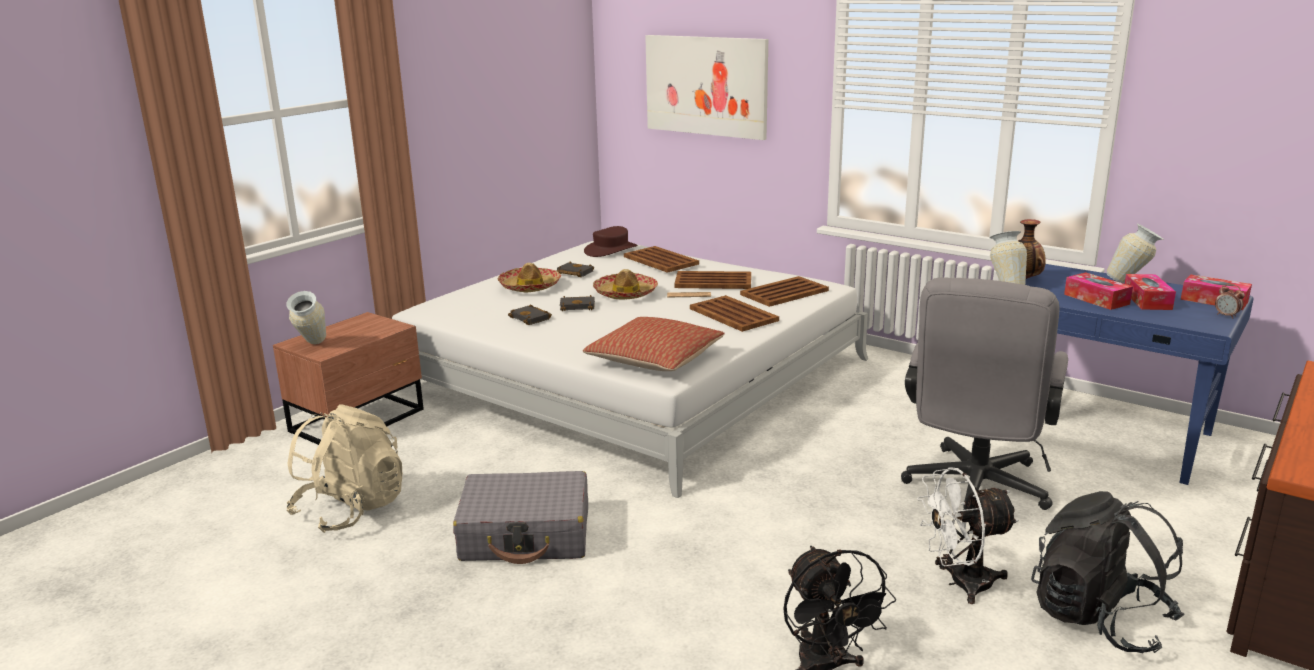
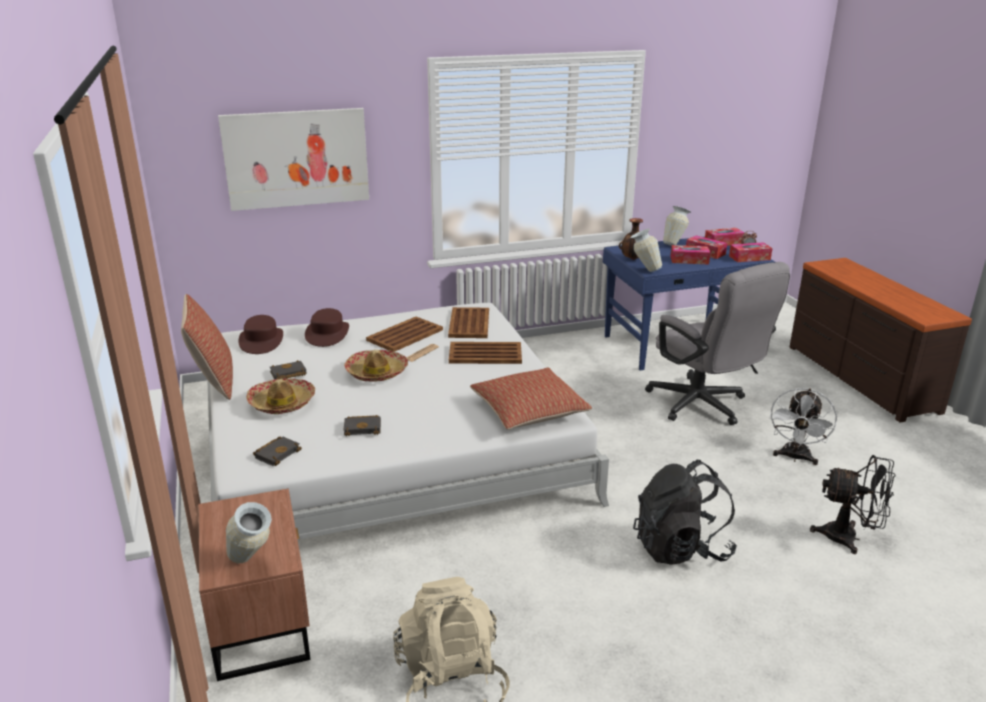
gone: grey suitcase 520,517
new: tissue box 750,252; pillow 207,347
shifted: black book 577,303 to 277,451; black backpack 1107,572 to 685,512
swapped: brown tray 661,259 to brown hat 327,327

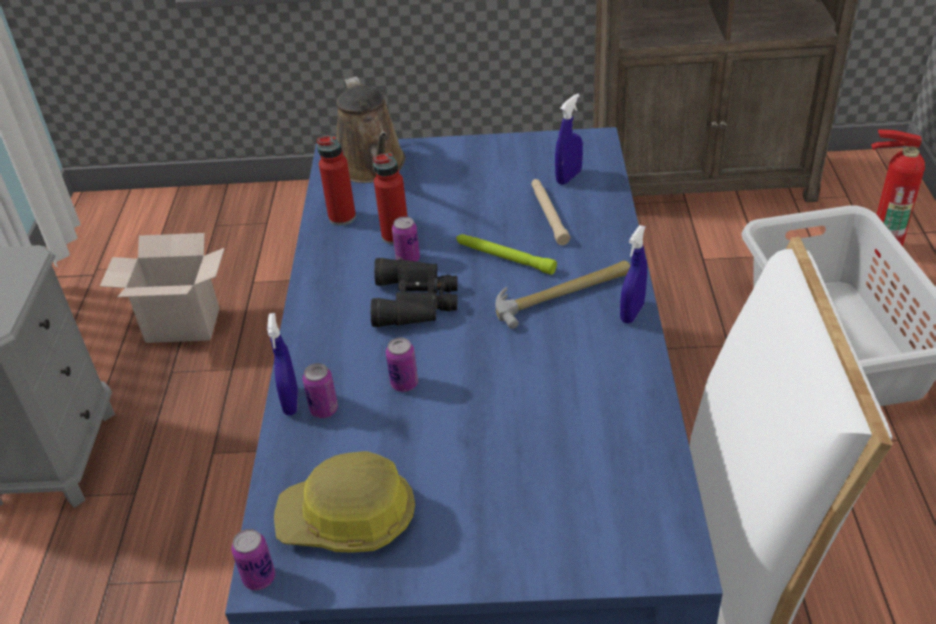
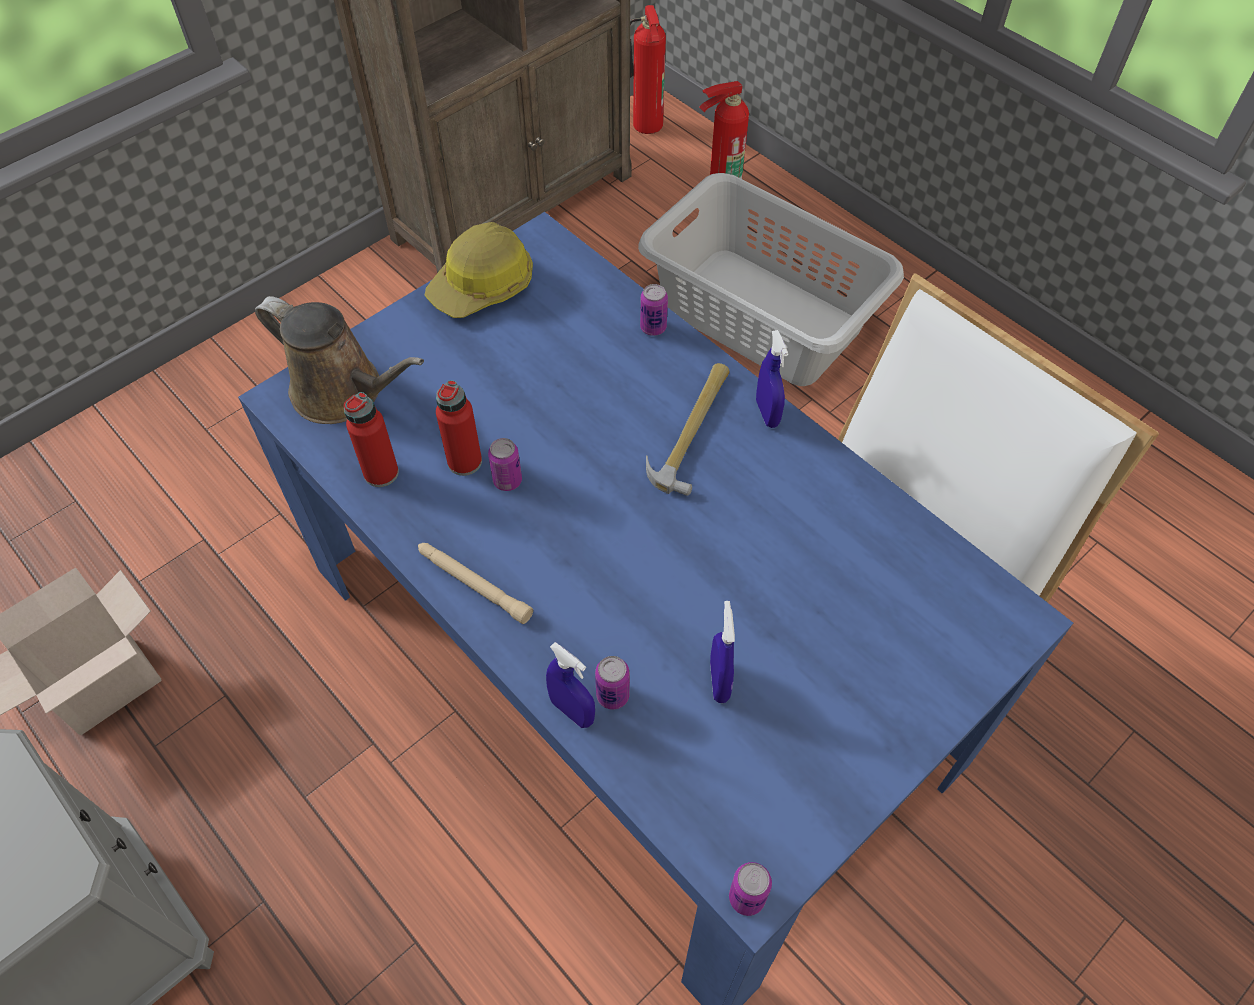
gone: green flashlight 506,254; black binoculars 414,292
new: fire extinguisher 648,69
shifted: blue spray bottle 569,139 to 722,652; beige flashlight 550,212 to 475,583; can 402,365 to 654,310; hard hat 344,502 to 479,270

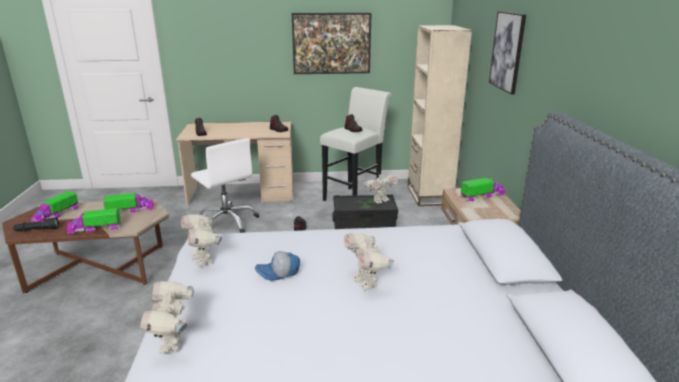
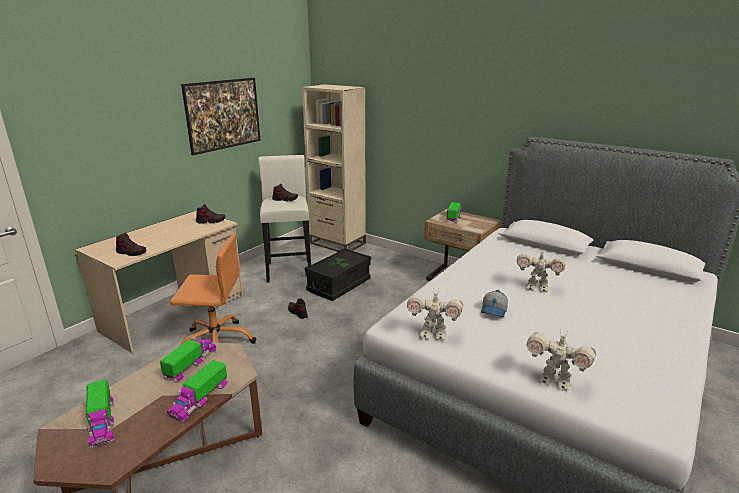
gone: picture 507,53; toy robot 380,188; black flashlight 36,225
repainted: white office chair 225,185 to orange office chair 213,289

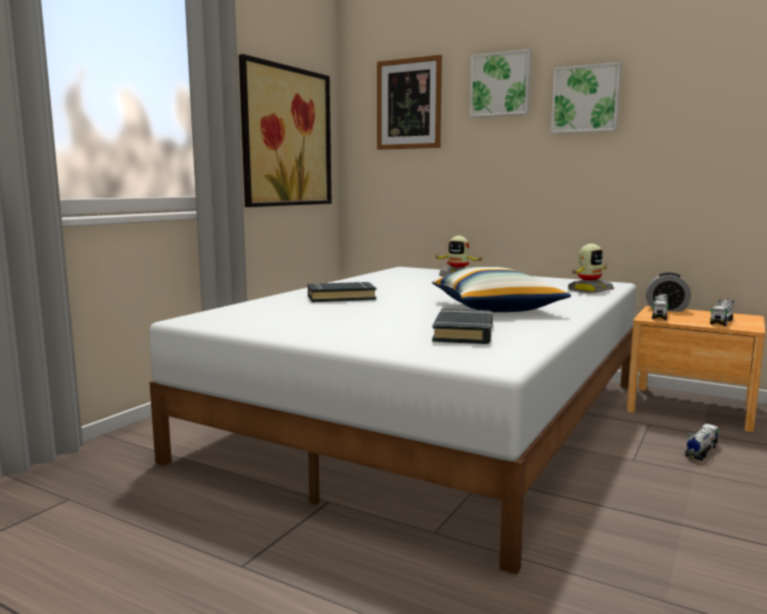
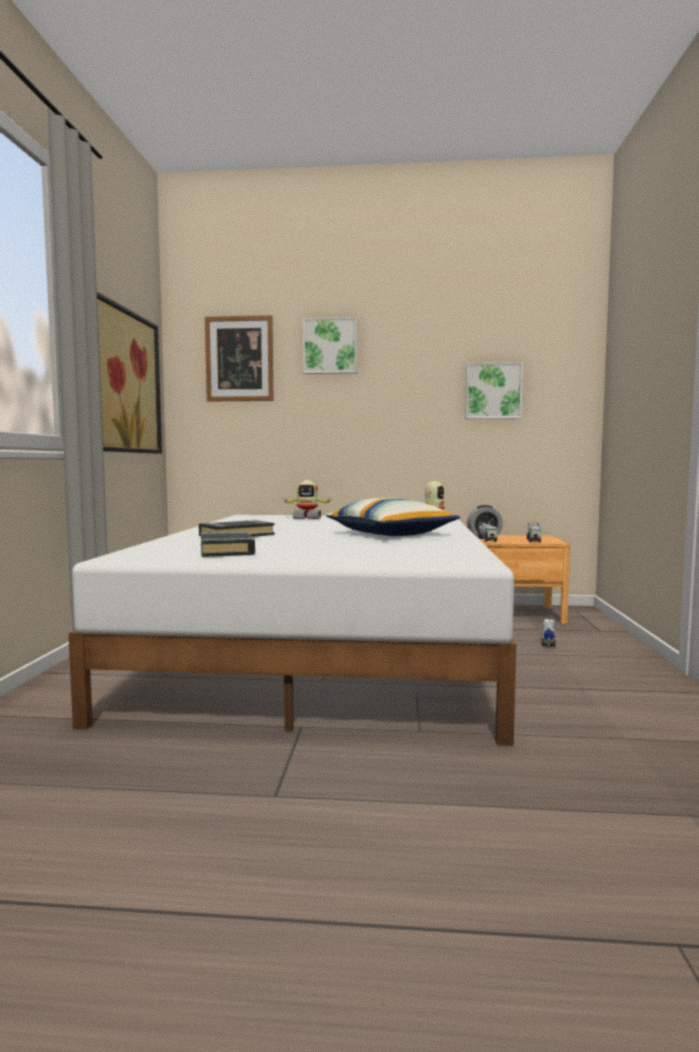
shifted: picture 586,98 to 494,390; black book 462,326 to 228,544

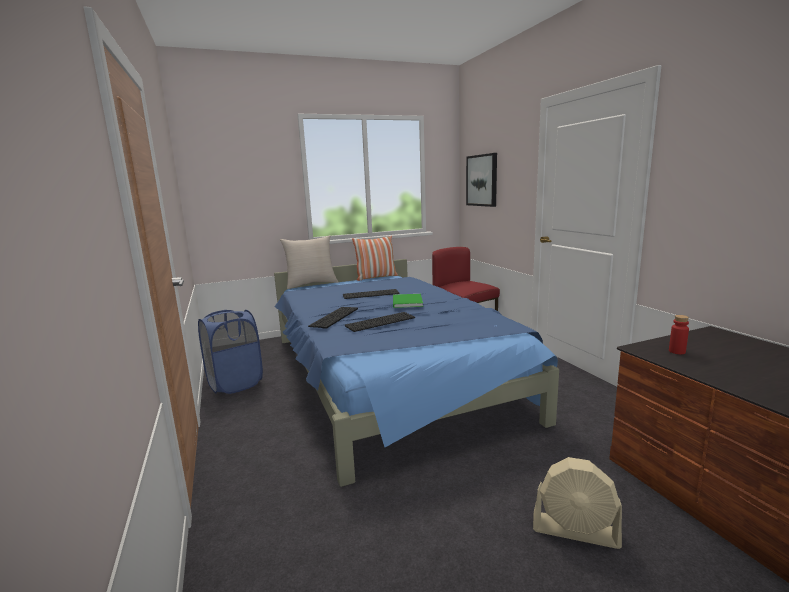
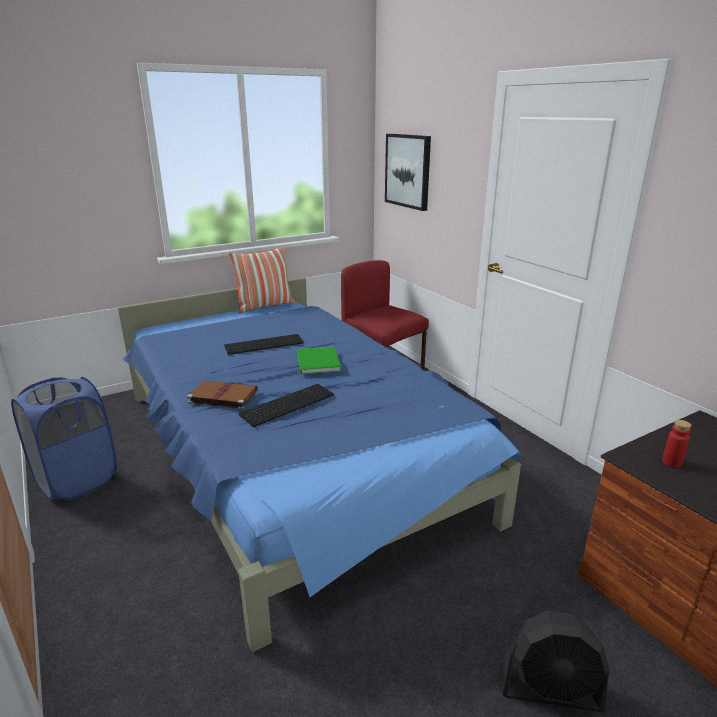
gone: beige pillow 309,262
swapped: keyboard 333,318 to brown book 222,395
repainted: beige fan 577,503 to black fan 554,661

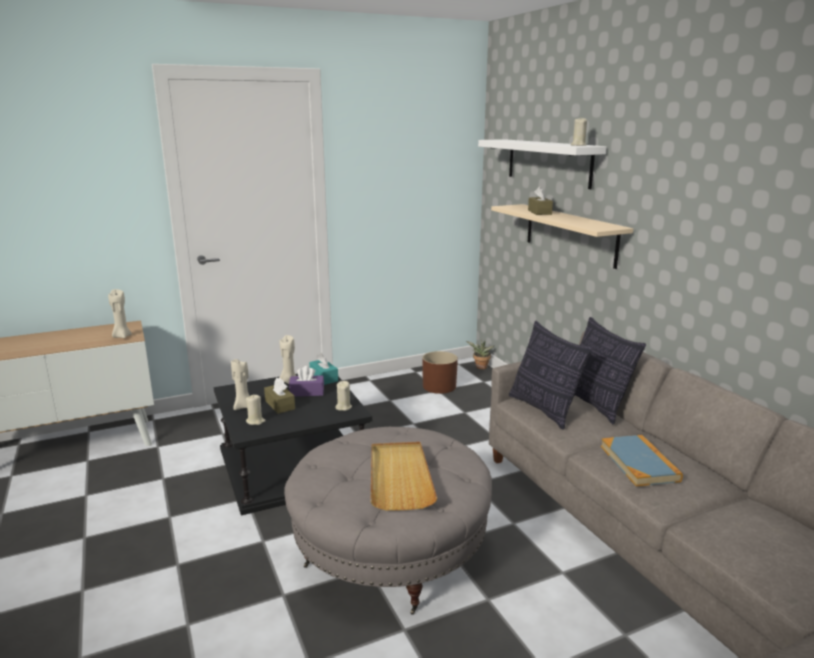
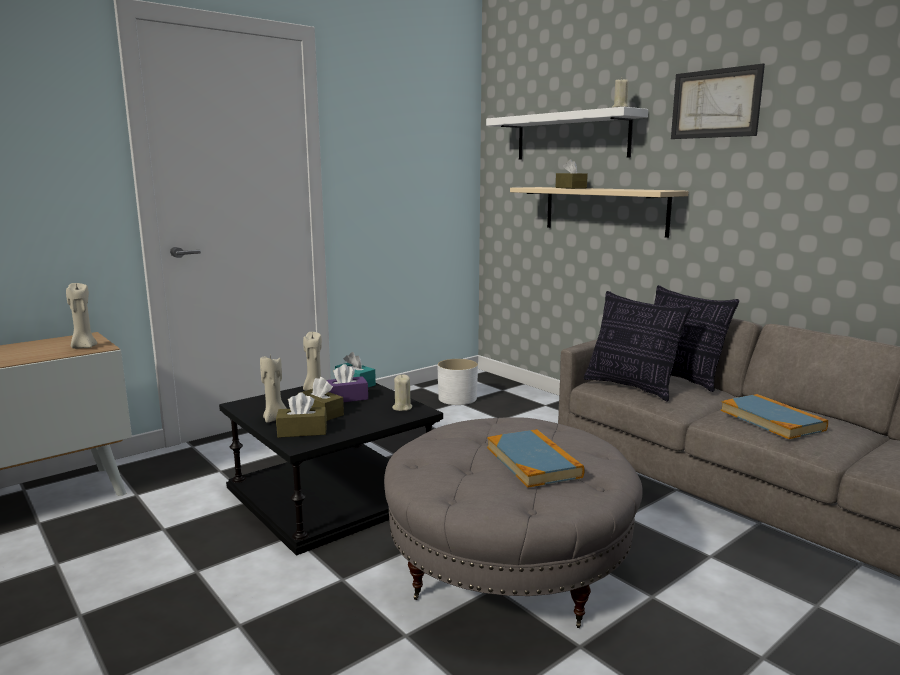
gone: potted plant 480,354
new: picture 718,101
swapped: beige candle 256,410 to brown tissue box 301,415; beige tray 404,476 to book 535,458
repainted: brown planter 440,372 to white planter 458,382

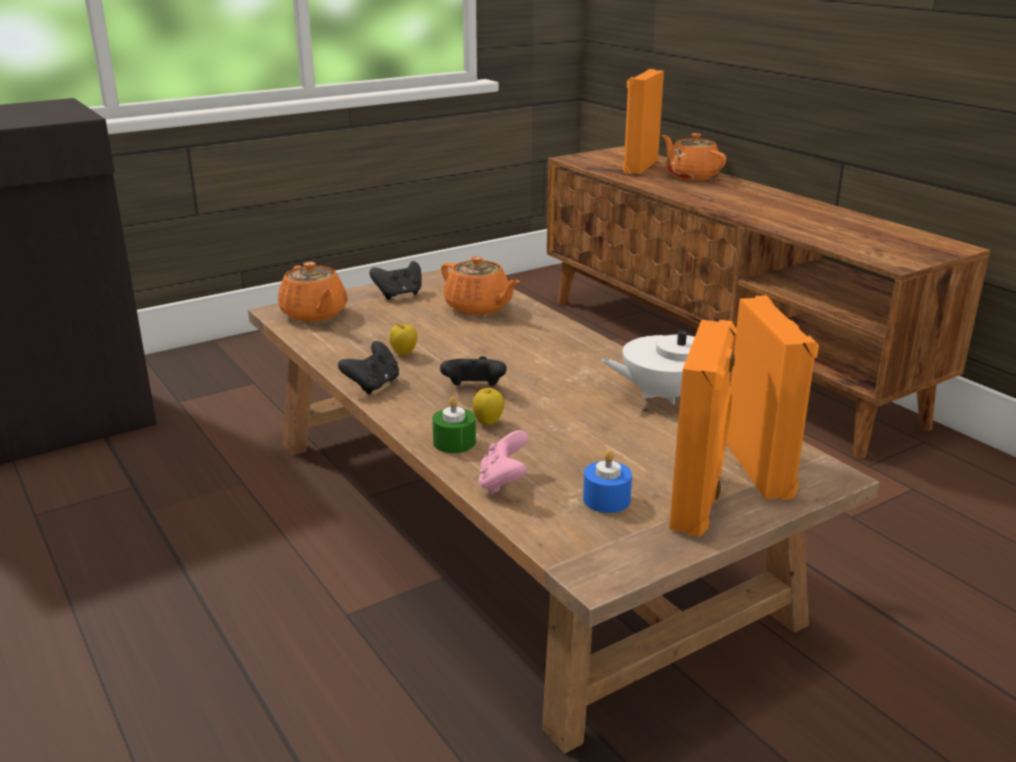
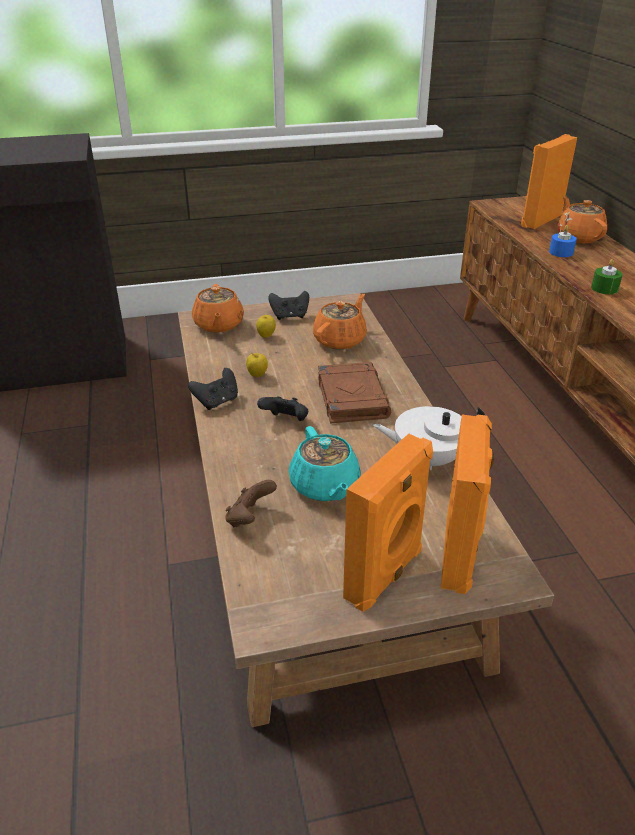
new: brown book 354,393; turquoise teapot 325,463
shifted: apple 488,406 to 266,326; green candle 454,424 to 607,276; blue candle 607,481 to 563,241
repainted: pink game controller 503,462 to brown game controller 251,503
rotated: orange teapot 480,285 = 340,321 120 degrees counterclockwise

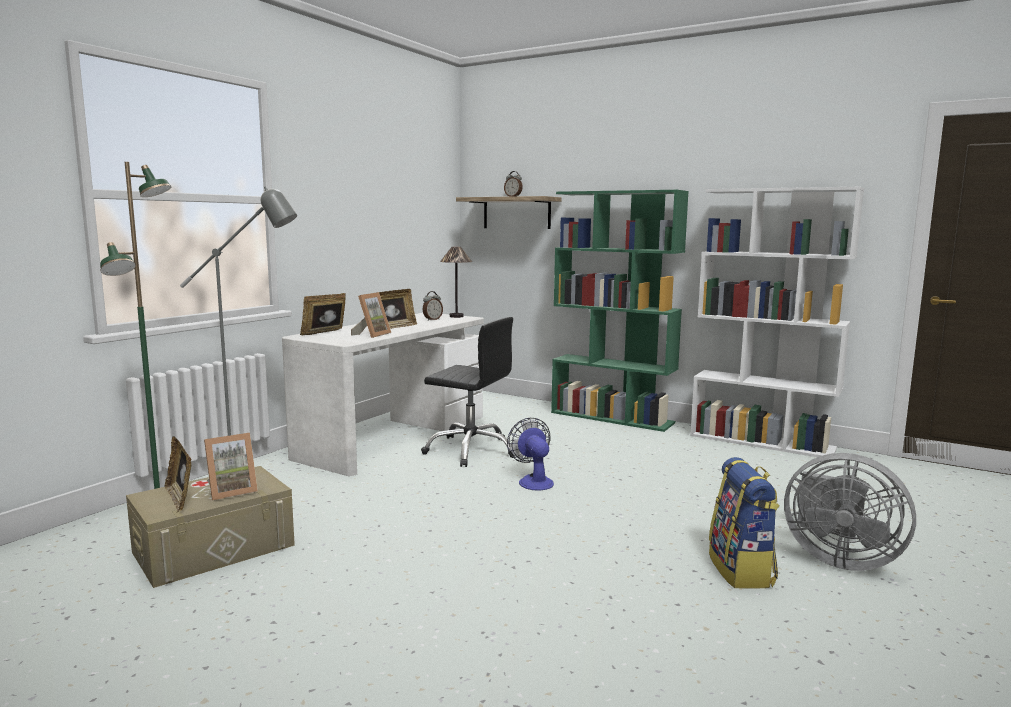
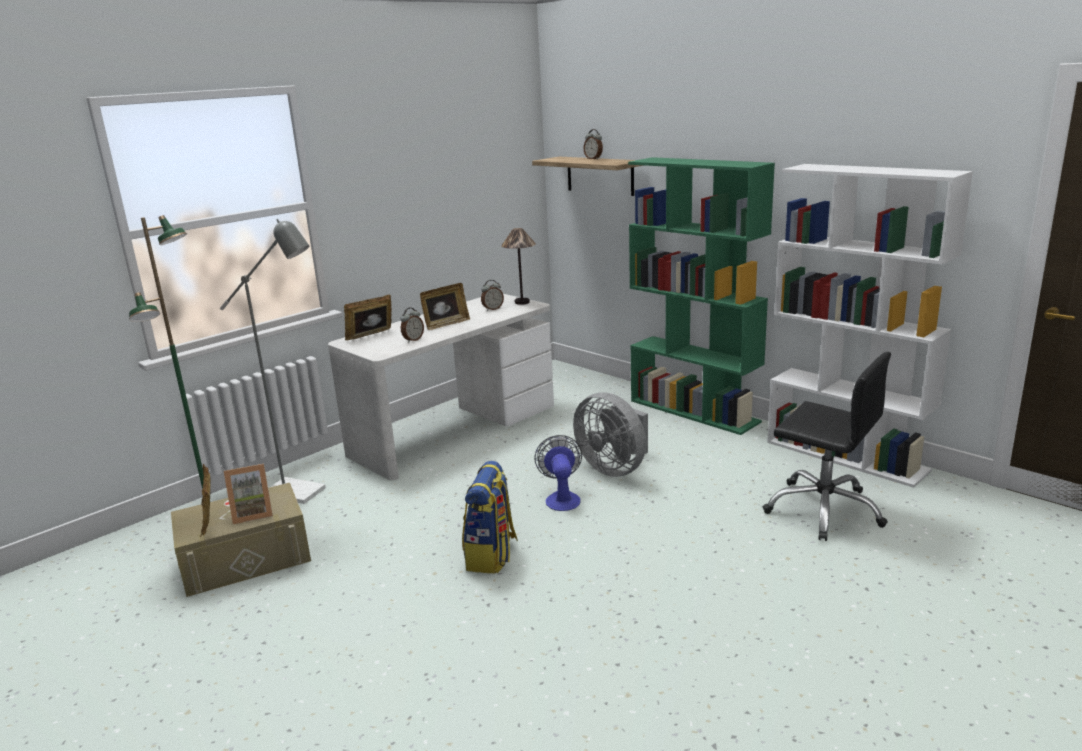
shifted: black office chair 468,392 to 827,446; grey fan 850,512 to 610,434; backpack 744,523 to 490,517
swapped: picture frame 371,315 to alarm clock 412,325

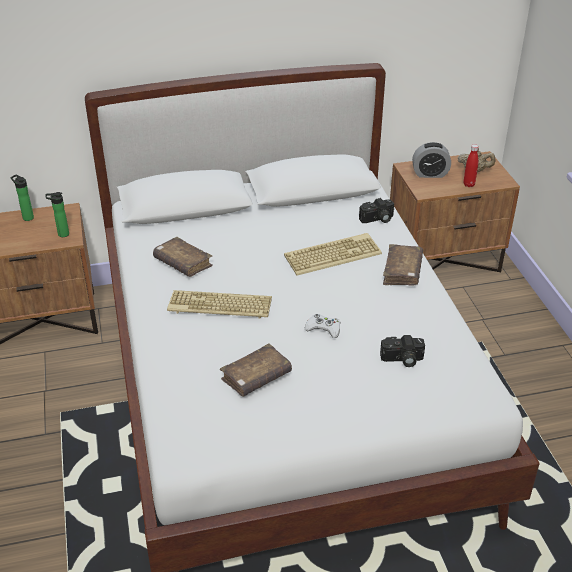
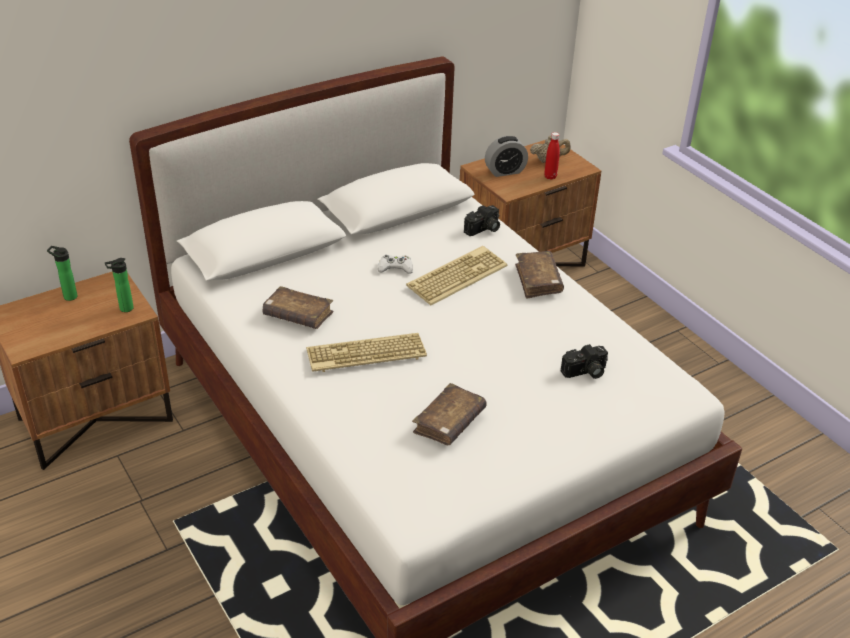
shifted: white game controller 323,326 to 395,264

